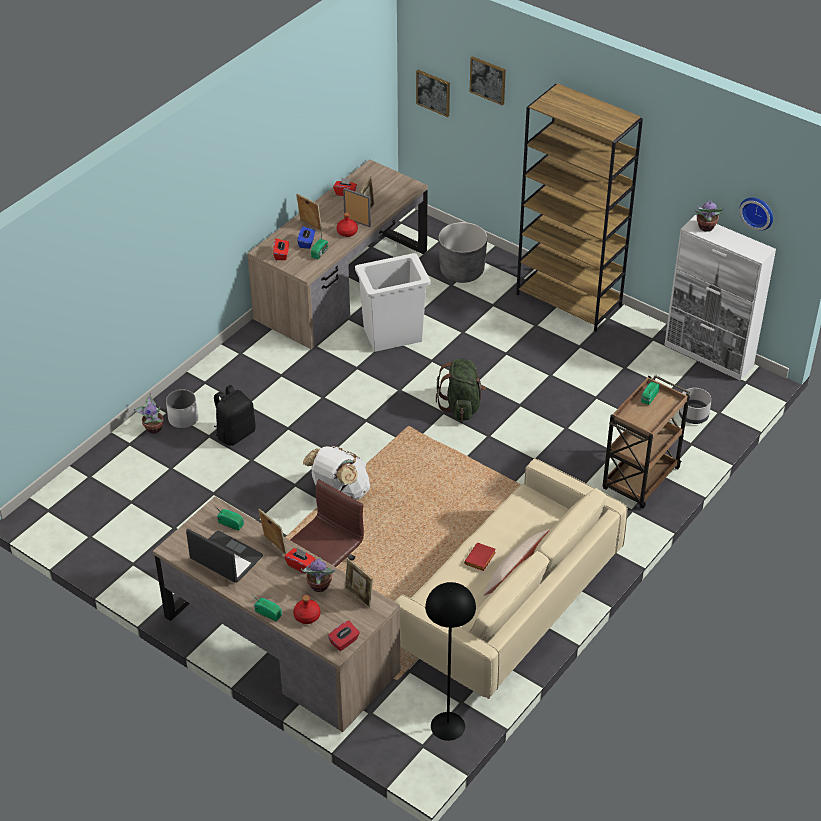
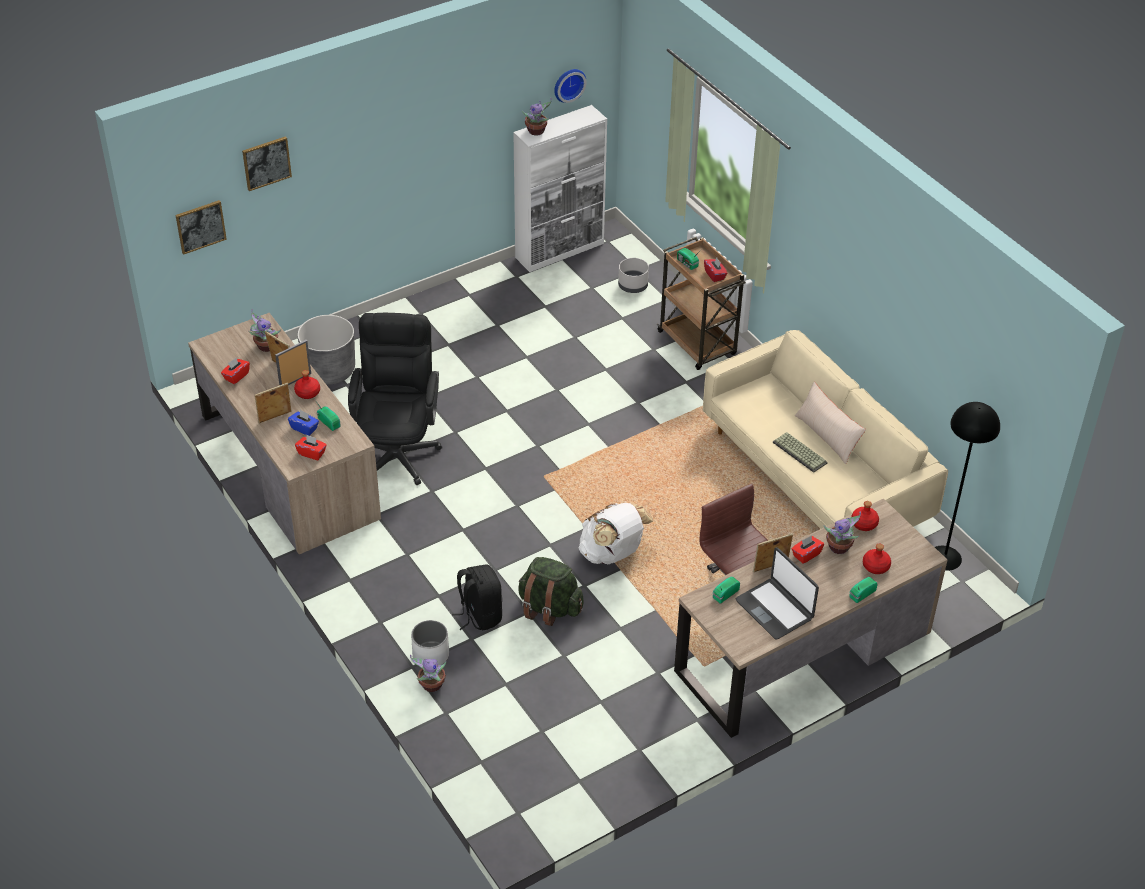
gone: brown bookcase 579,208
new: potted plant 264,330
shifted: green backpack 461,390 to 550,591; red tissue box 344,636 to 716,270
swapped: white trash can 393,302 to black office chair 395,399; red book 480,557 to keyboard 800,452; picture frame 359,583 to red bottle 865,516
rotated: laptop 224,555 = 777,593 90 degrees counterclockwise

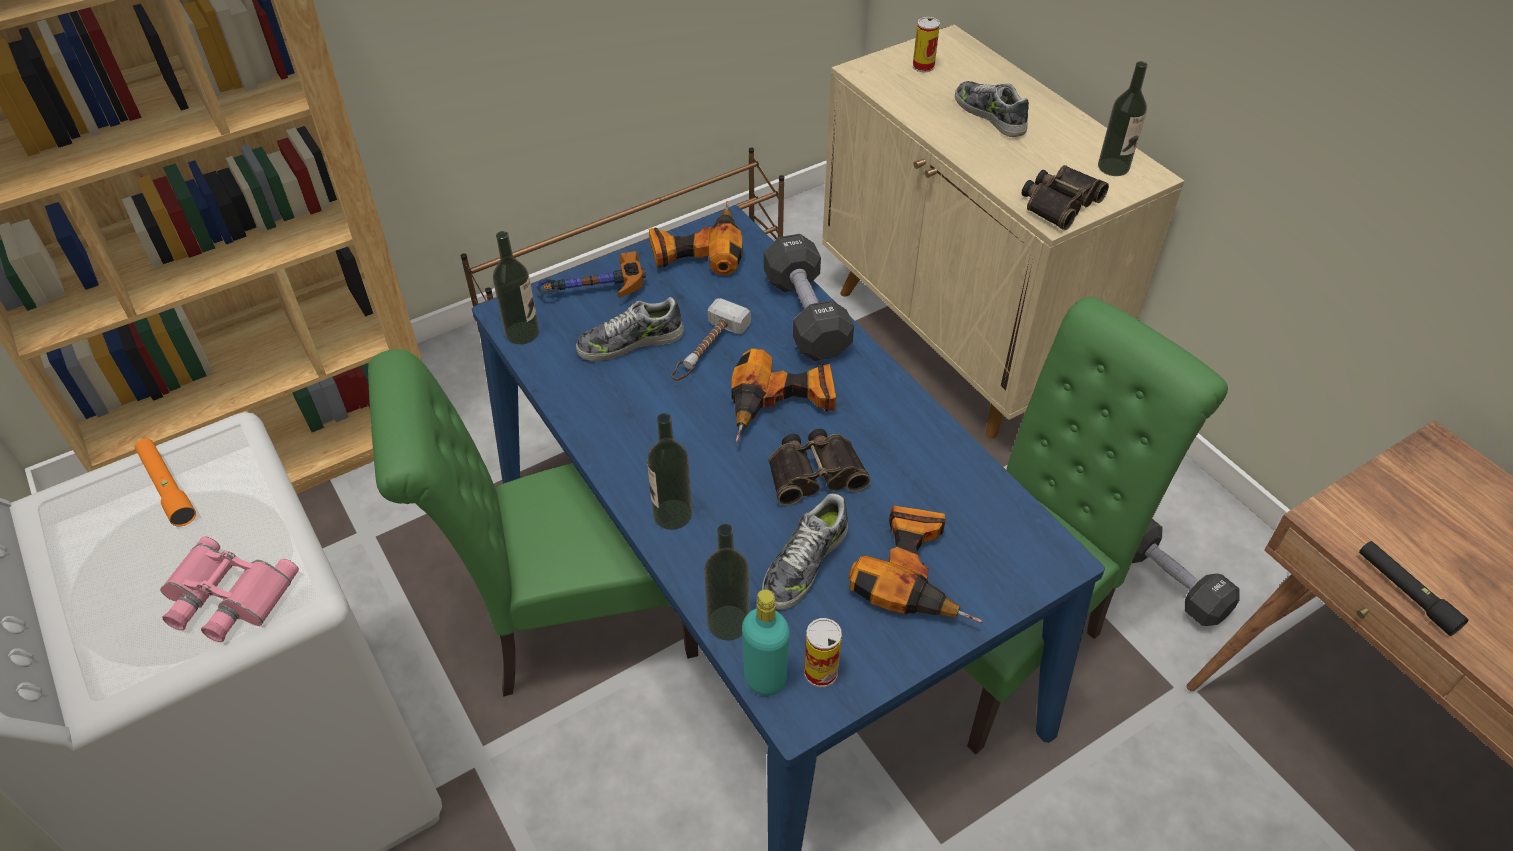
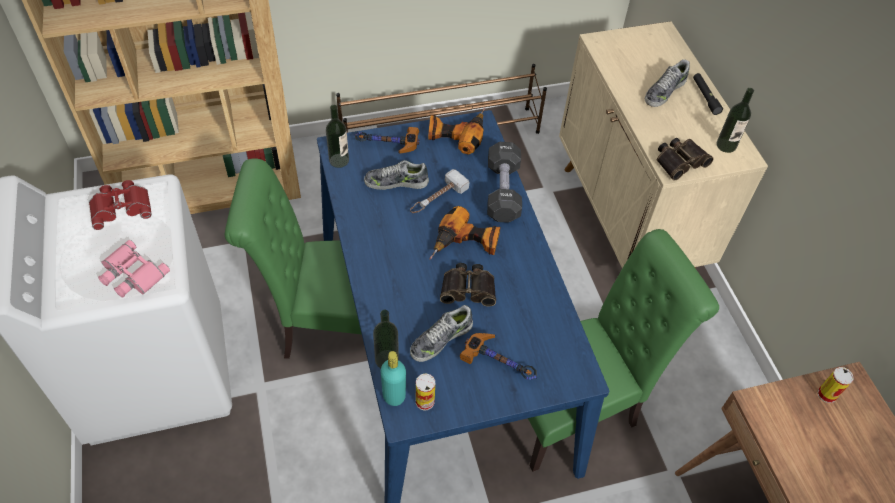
gone: bottle 669,471; black dumbbell 1186,572
shifted: can 926,45 to 835,385; black flashlight 1414,588 to 708,94
swapped: orange flashlight 165,482 to red binoculars 120,205; power drill 916,564 to hammer 498,356
rotated: shoe 992,109 = 667,83 120 degrees counterclockwise

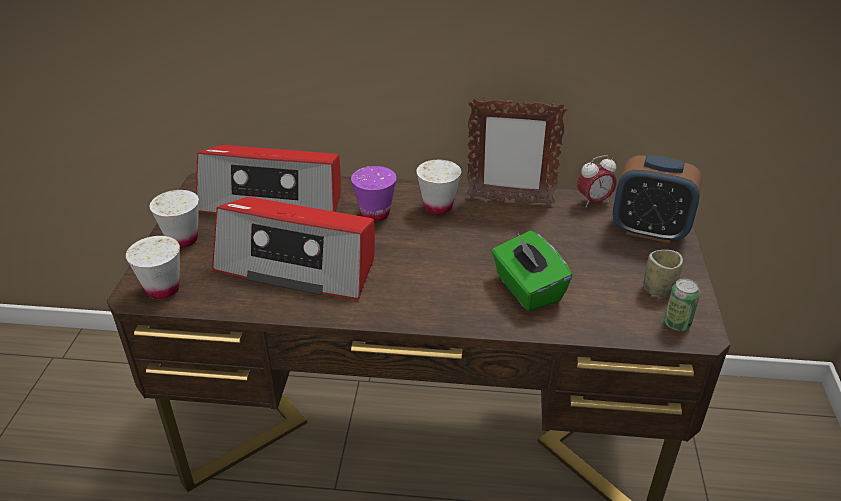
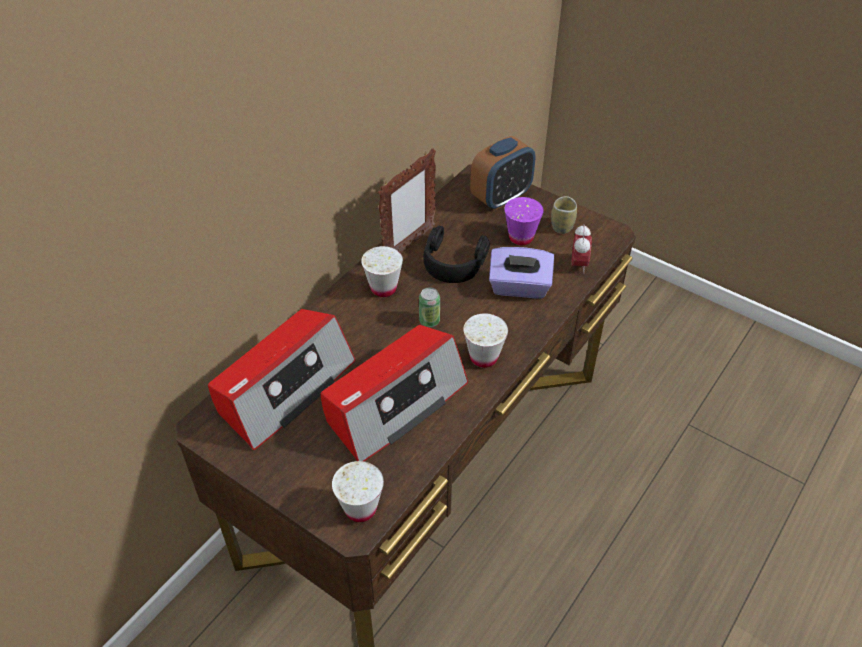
new: black headphones 456,254
shifted: alarm clock 597,181 to 582,248; purple cup 374,194 to 524,221; white cup 174,219 to 485,340; can 682,304 to 429,307
repainted: green tissue box 532,271 to purple tissue box 521,272

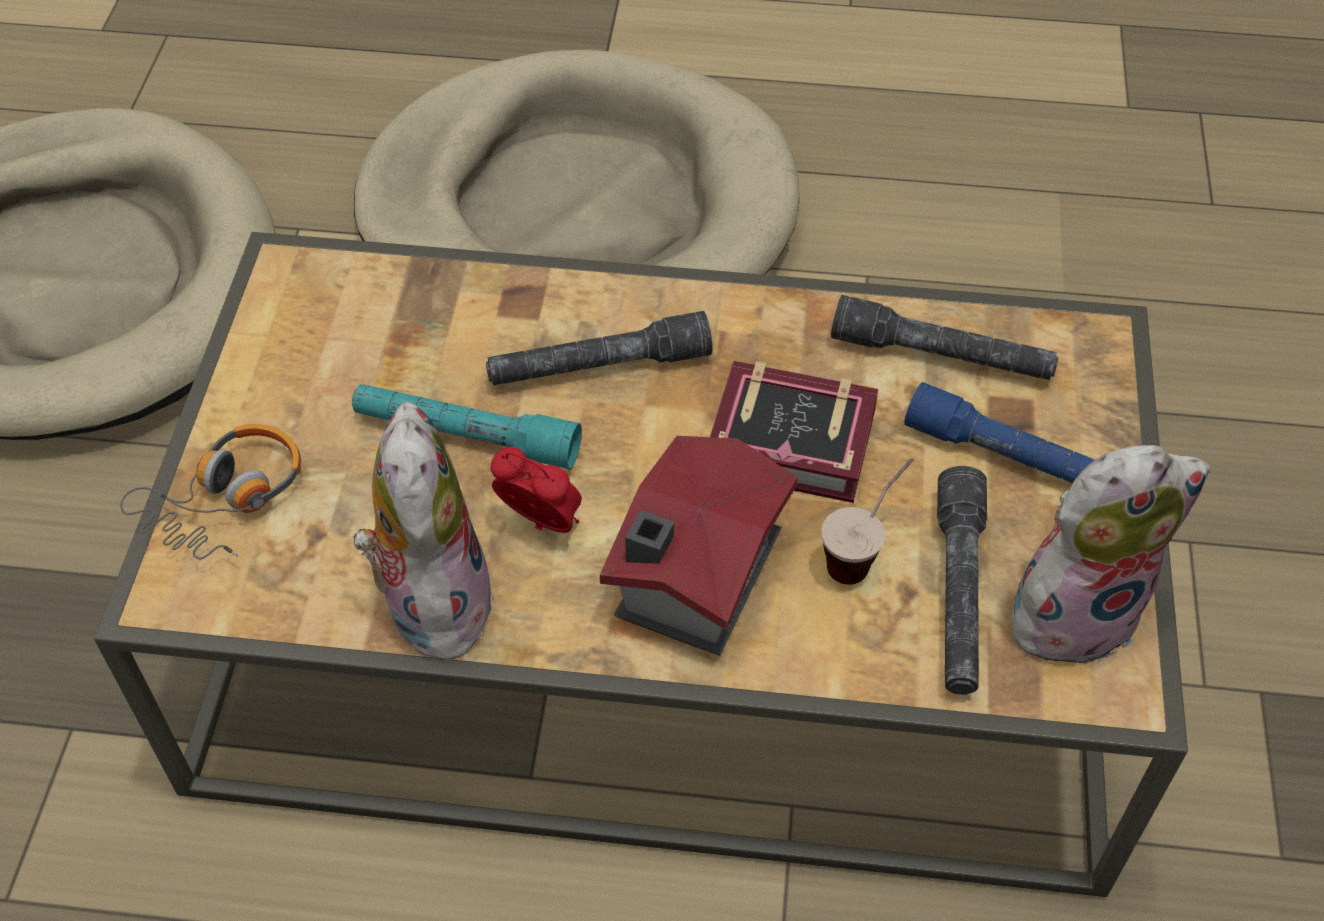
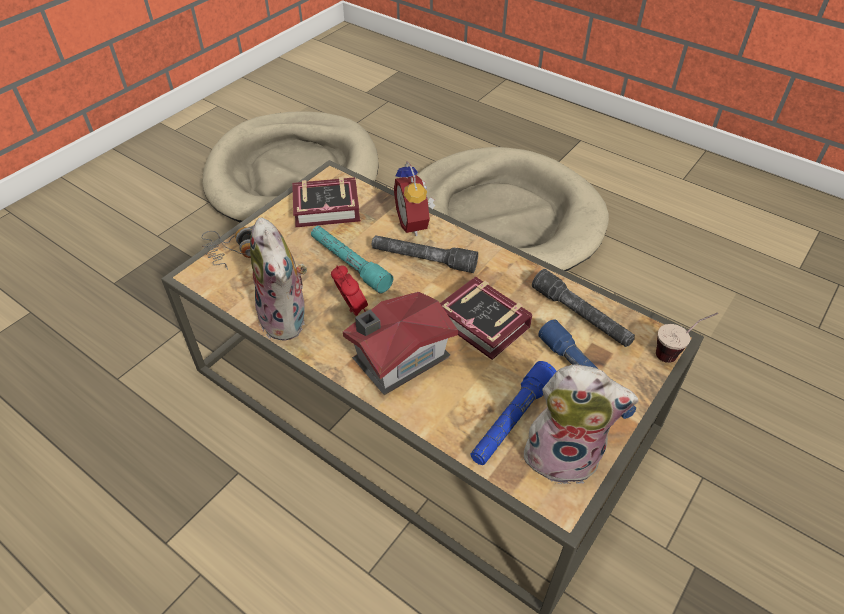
new: alarm clock 414,198; book 326,202
shifted: cup 867,521 to 687,337
repainted: grey flashlight 962,580 to blue flashlight 513,413
rotated: plush toy 423,531 = 278,279 135 degrees clockwise

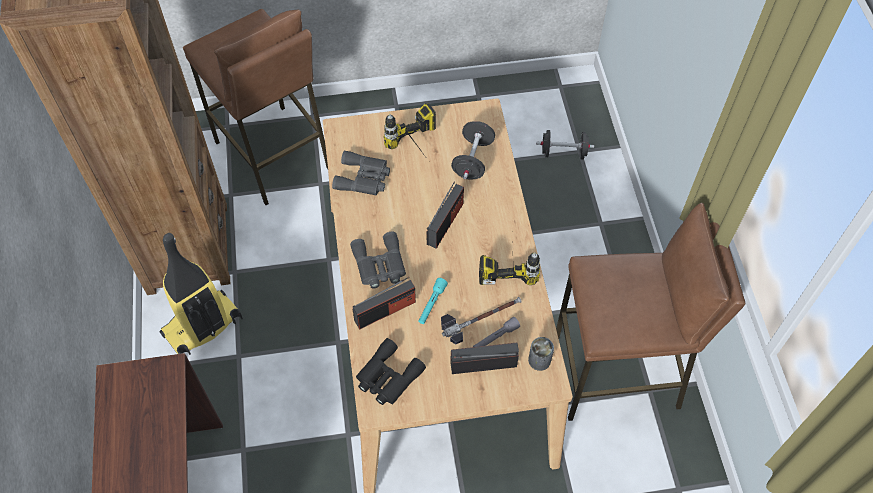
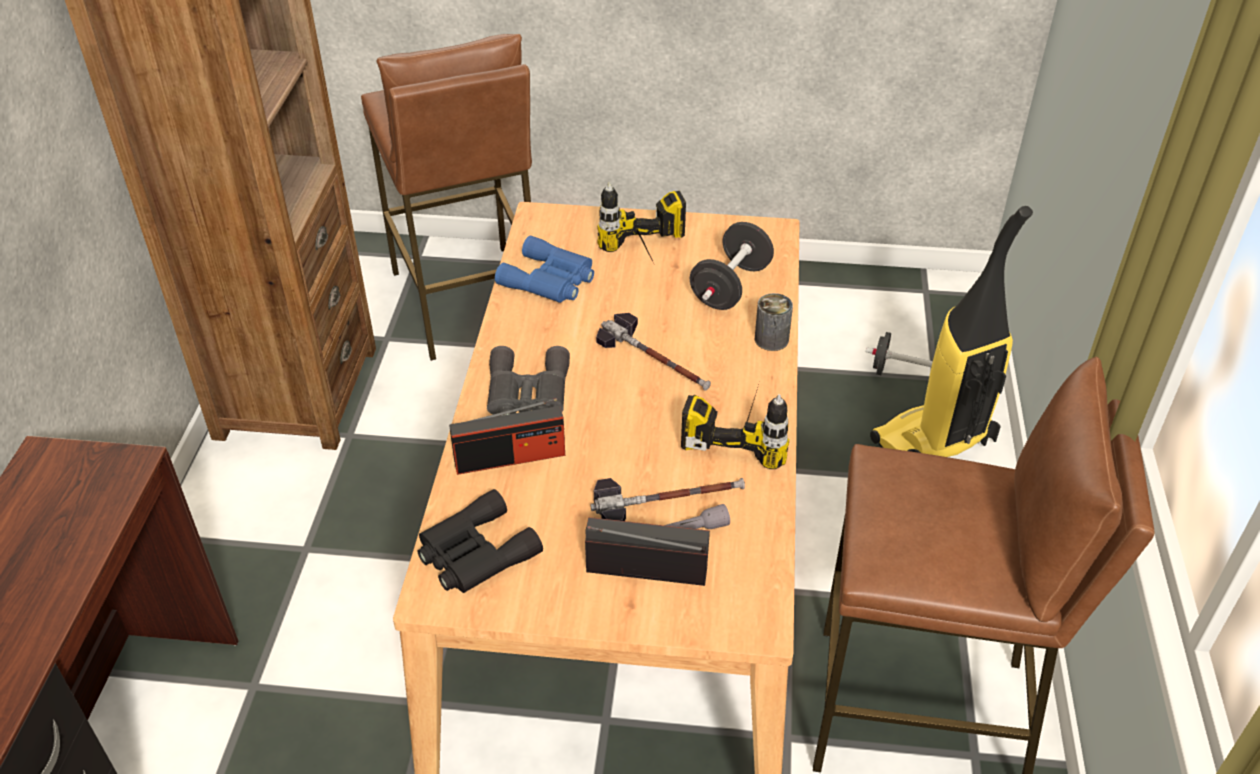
gone: turquoise flashlight 433,301
shifted: vacuum cleaner 201,294 to 951,331; can 541,354 to 774,322
swapped: radio 445,215 to hammer 653,352
repainted: grey binoculars 361,173 to blue binoculars 544,269

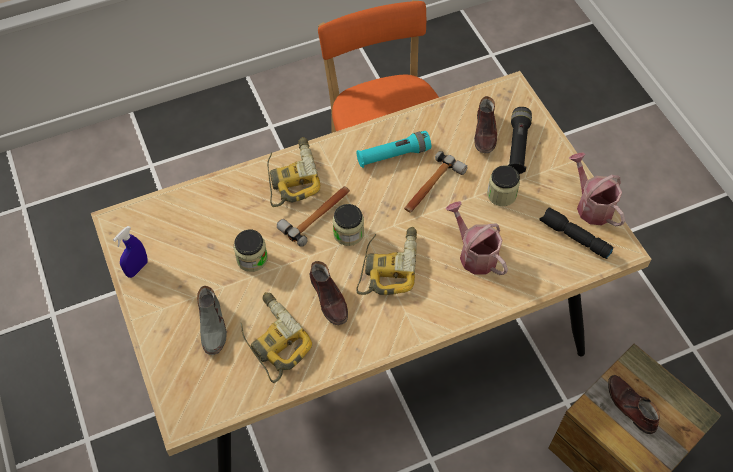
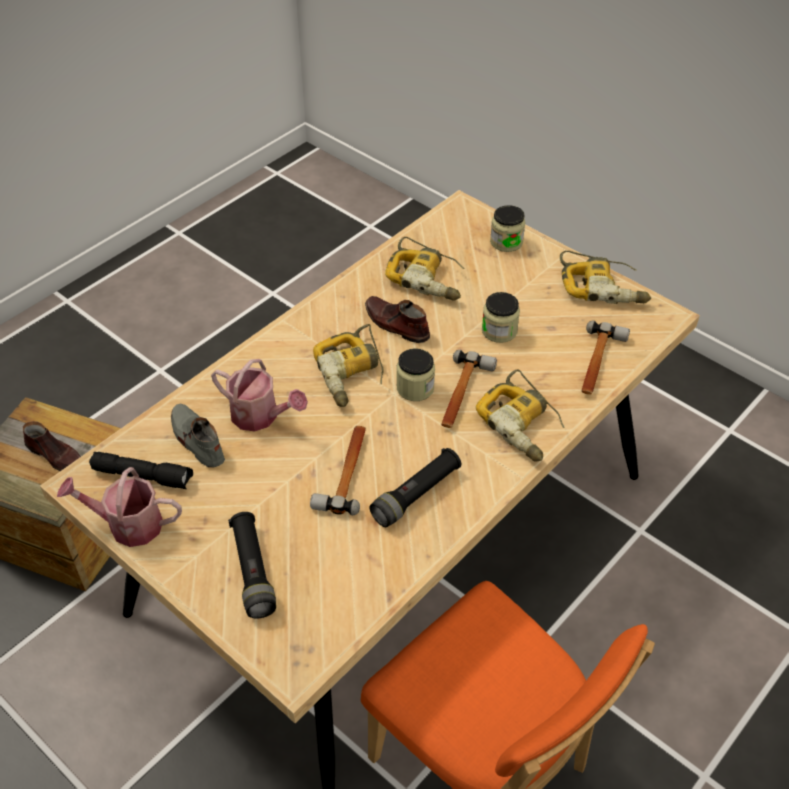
gone: brown shoe 485,124
new: hammer 606,358
shifted: jar 503,185 to 507,228; grey shoe 212,320 to 198,435
swapped: blue spray bottle 130,252 to power drill 605,277
repainted: turquoise flashlight 393,149 to black flashlight 415,487
rotated: watering can 597,189 = 119,507 150 degrees clockwise

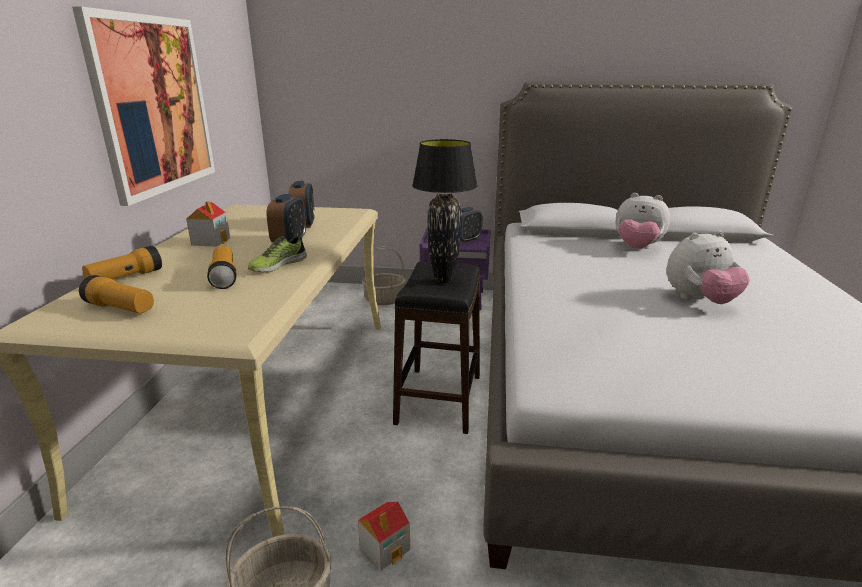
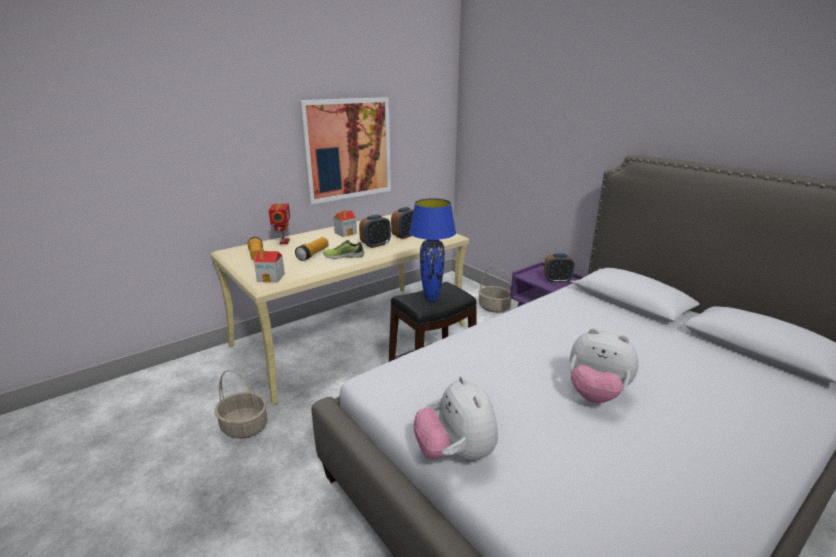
shifted: plush toy 643,221 to 456,419; toy house 384,536 to 269,266
swapped: flashlight 122,262 to toy robot 279,223
repainted: black table lamp 444,211 to blue table lamp 432,249

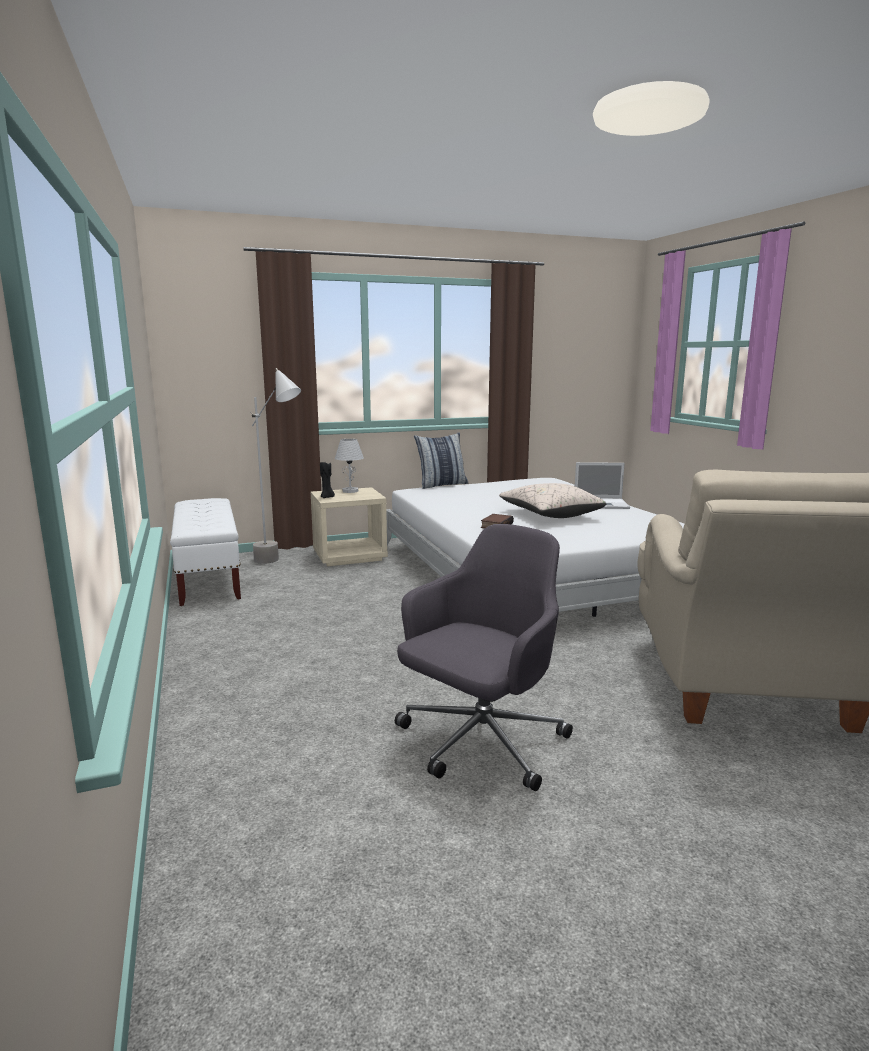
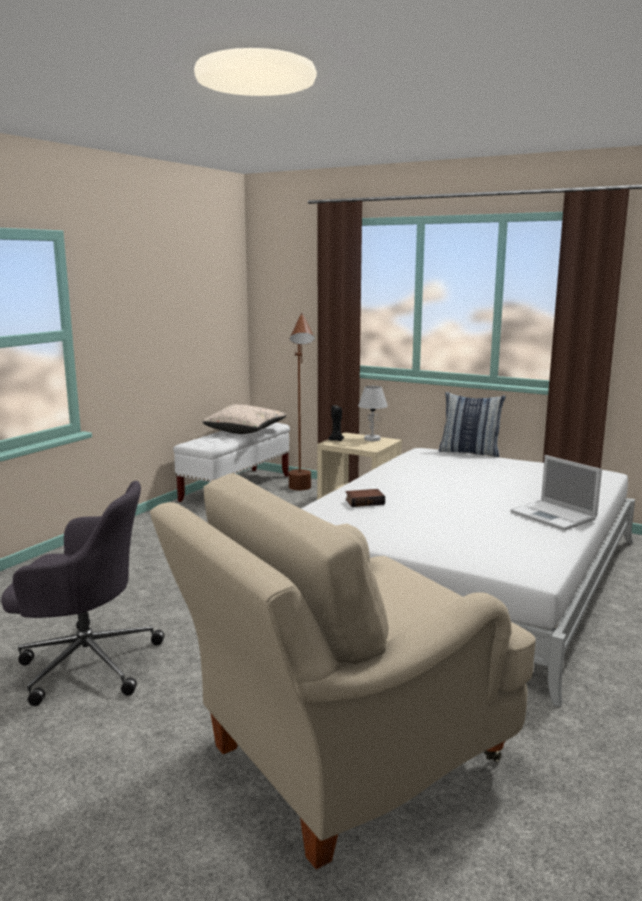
shifted: beige pillow 552,500 to 244,419
repainted: grey floor lamp 275,466 to brown floor lamp 302,401

